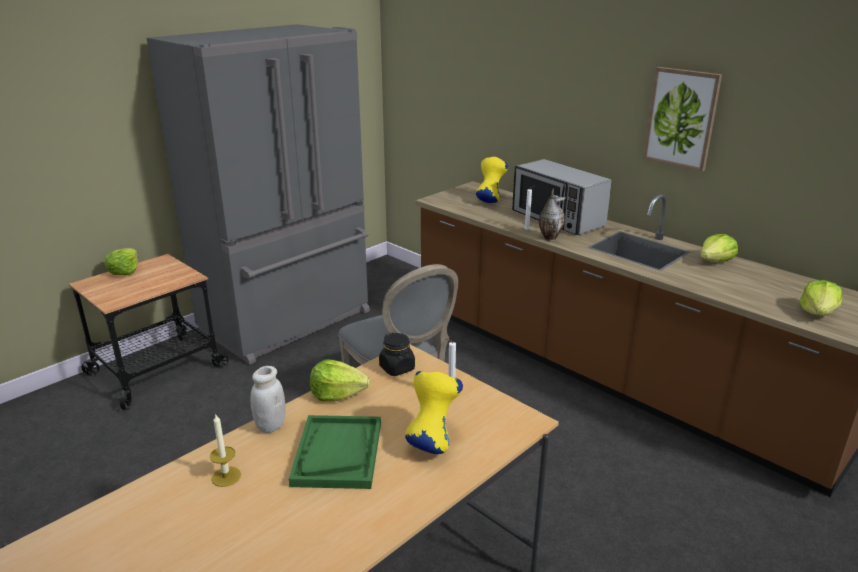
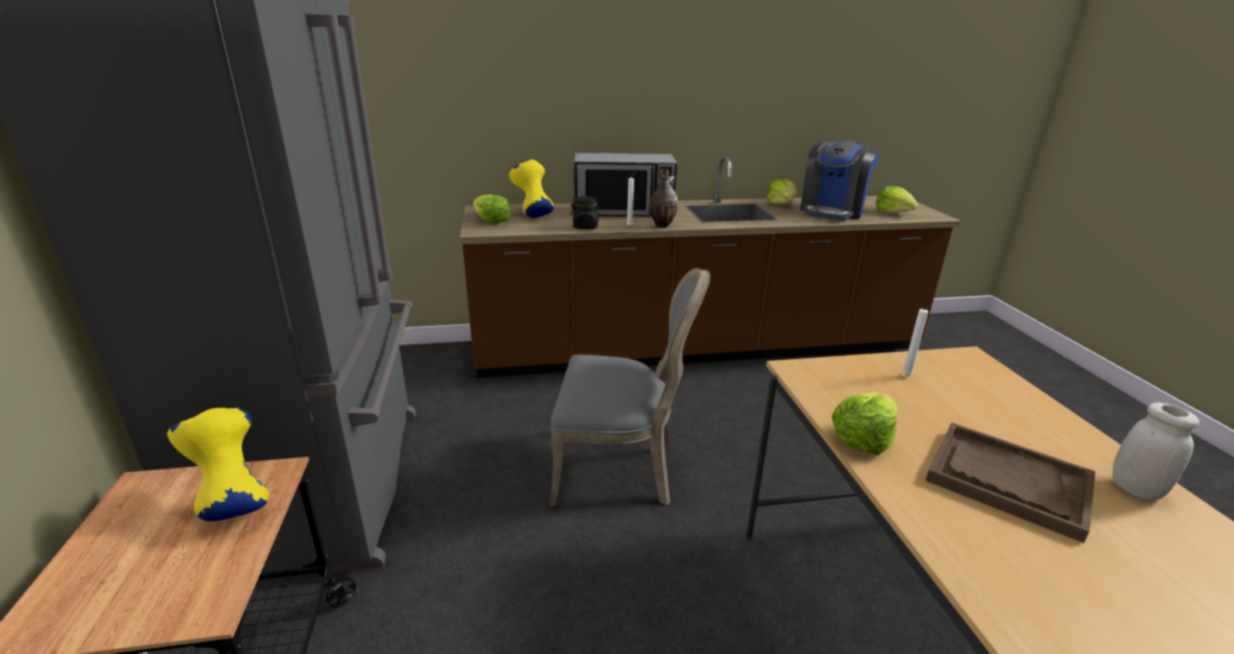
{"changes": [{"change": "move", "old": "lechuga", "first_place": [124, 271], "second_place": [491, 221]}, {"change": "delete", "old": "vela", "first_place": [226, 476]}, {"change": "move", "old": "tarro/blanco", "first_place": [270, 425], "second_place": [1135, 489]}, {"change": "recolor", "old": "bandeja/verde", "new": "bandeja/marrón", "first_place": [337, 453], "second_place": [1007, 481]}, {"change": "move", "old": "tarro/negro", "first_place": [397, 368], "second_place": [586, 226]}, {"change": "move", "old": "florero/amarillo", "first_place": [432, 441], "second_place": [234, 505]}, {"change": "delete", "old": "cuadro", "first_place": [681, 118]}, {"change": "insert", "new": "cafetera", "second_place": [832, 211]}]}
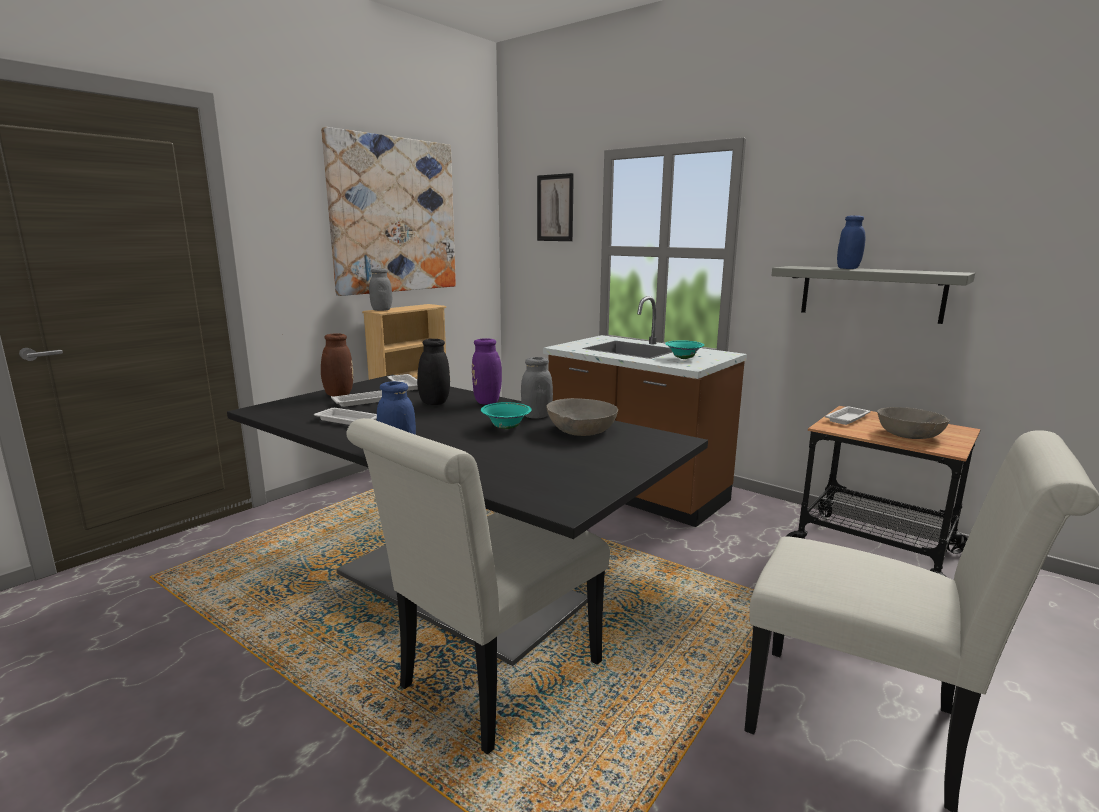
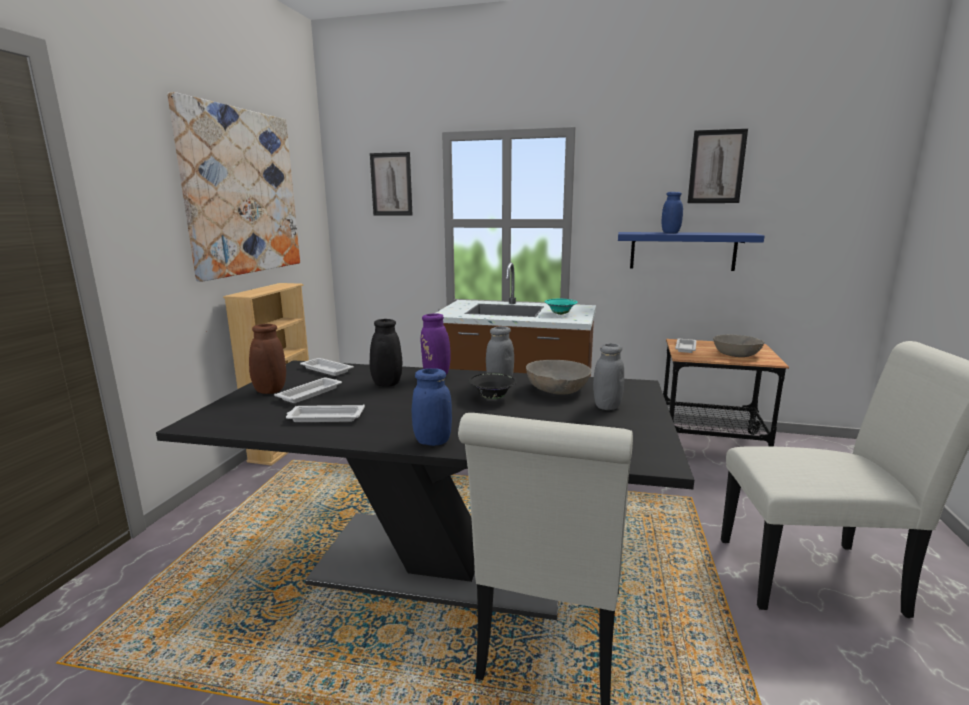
{"changes": [{"change": "move", "old": "tarro/gris", "first_place": [381, 310], "second_place": [607, 406]}, {"change": "recolor", "old": "cuenco/turquesa", "new": "cuenco/negro", "first_place": [506, 428], "second_place": [492, 397]}, {"change": "recolor", "old": "estante/gris", "new": "estante/azul", "first_place": [871, 293], "second_place": [682, 251]}, {"change": "insert", "new": "cuadro", "second_place": [716, 167]}]}
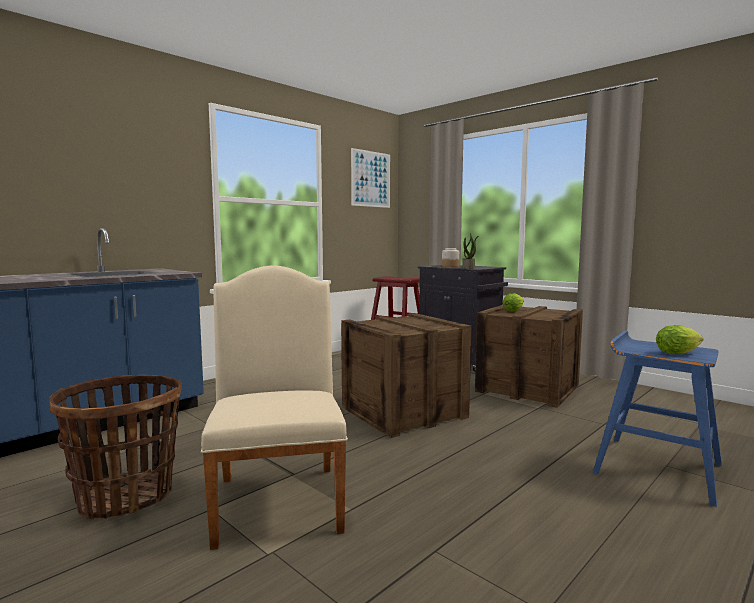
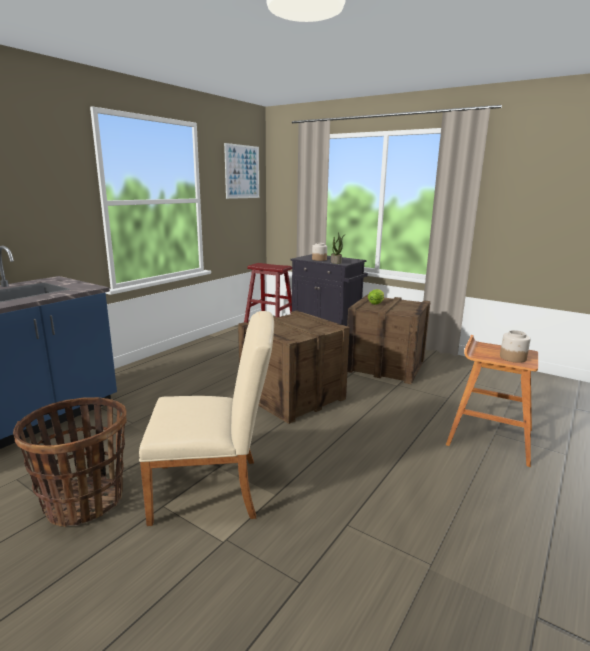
{"changes": [{"change": "rotate", "old": "silla/beis", "first_place": [279, 497], "second_place": [215, 489], "degrees": 105}, {"change": "recolor", "old": "taburete/azul", "new": "taburete/marrón", "first_place": [656, 468], "second_place": [488, 436]}, {"change": "replace", "old": "lechuga", "new": "tarro", "first_place": [679, 353], "second_place": [512, 358]}]}
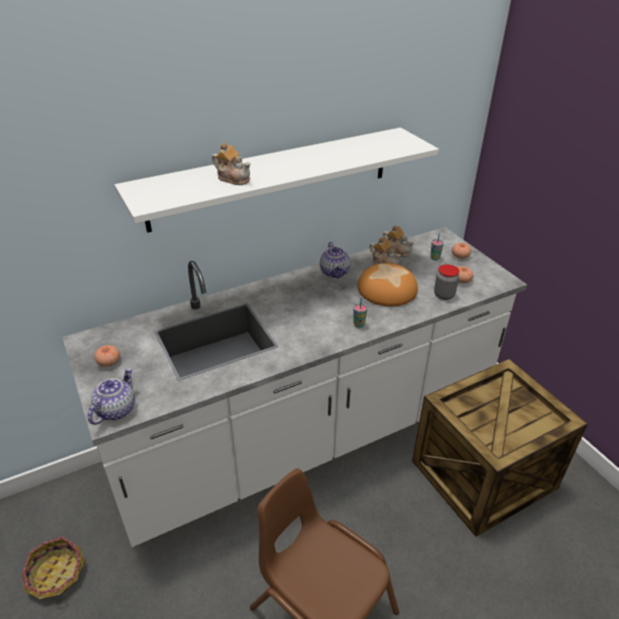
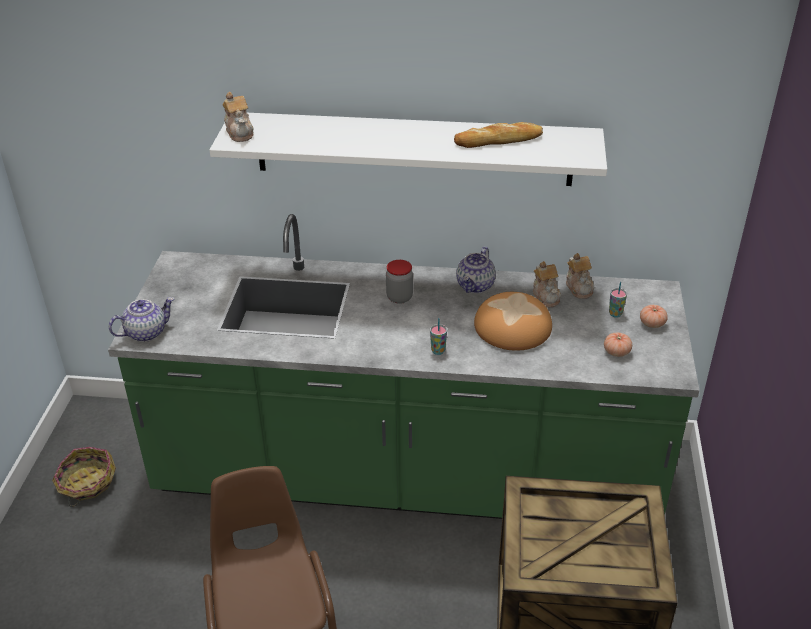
{"changes": [{"change": "recolor", "old": "mueble bajo de cocina/blanco", "new": "mueble bajo de cocina/verde", "first_place": [308, 435], "second_place": [407, 477]}, {"change": "delete", "old": "tomate", "first_place": [109, 362]}, {"change": "move", "old": "tetera", "first_place": [233, 178], "second_place": [240, 132]}, {"change": "move", "old": "tarro", "first_place": [444, 295], "second_place": [399, 297]}, {"change": "insert", "new": "pan", "second_place": [499, 140]}]}
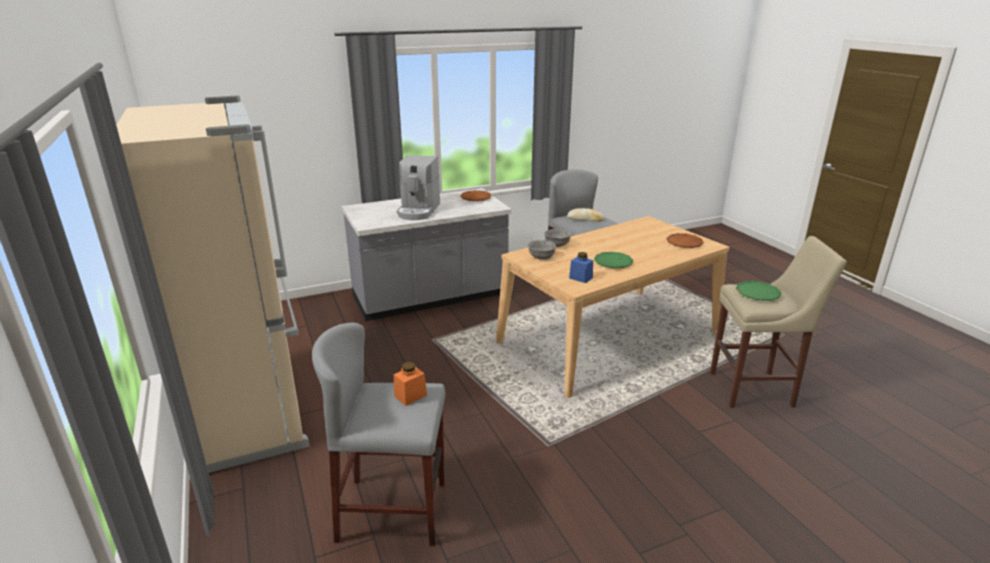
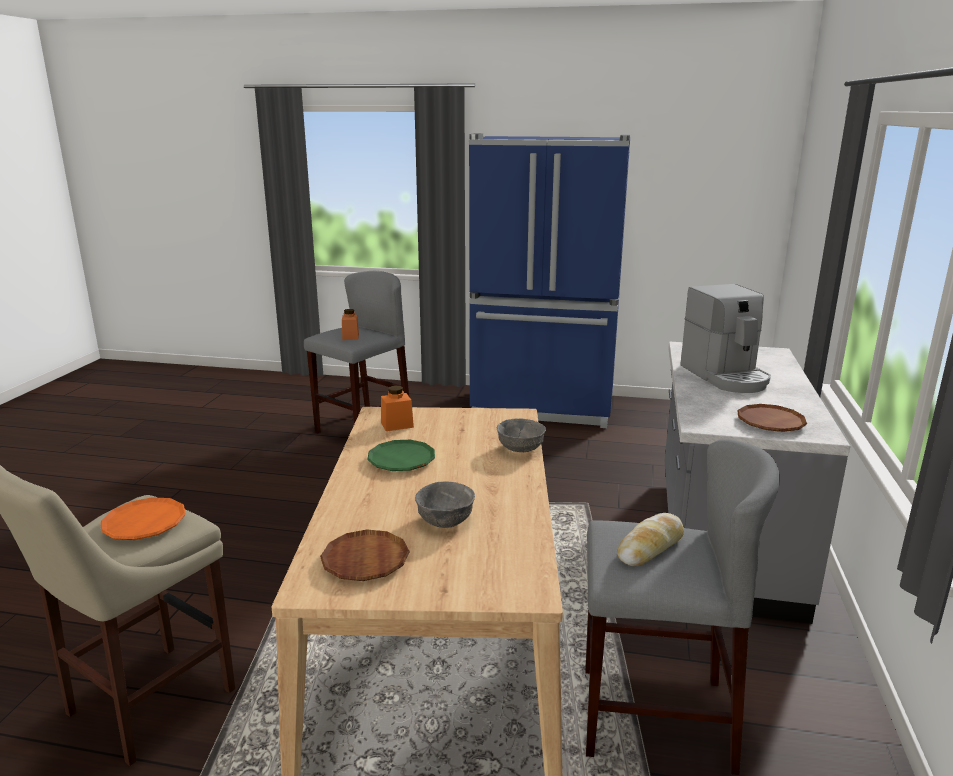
{"changes": [{"change": "recolor", "old": "nevera/beis", "new": "nevera/azul", "first_place": [252, 413], "second_place": [543, 408]}, {"change": "rotate", "old": "cafetera", "first_place": [418, 211], "second_place": [726, 376], "degrees": -150}, {"change": "move", "old": "cuenco/gris", "first_place": [541, 257], "second_place": [446, 520]}, {"change": "recolor", "old": "tarro/azul", "new": "tarro/naranja", "first_place": [580, 278], "second_place": [397, 425]}, {"change": "recolor", "old": "plato/verde", "new": "plato/naranja", "first_place": [757, 294], "second_place": [144, 524]}]}
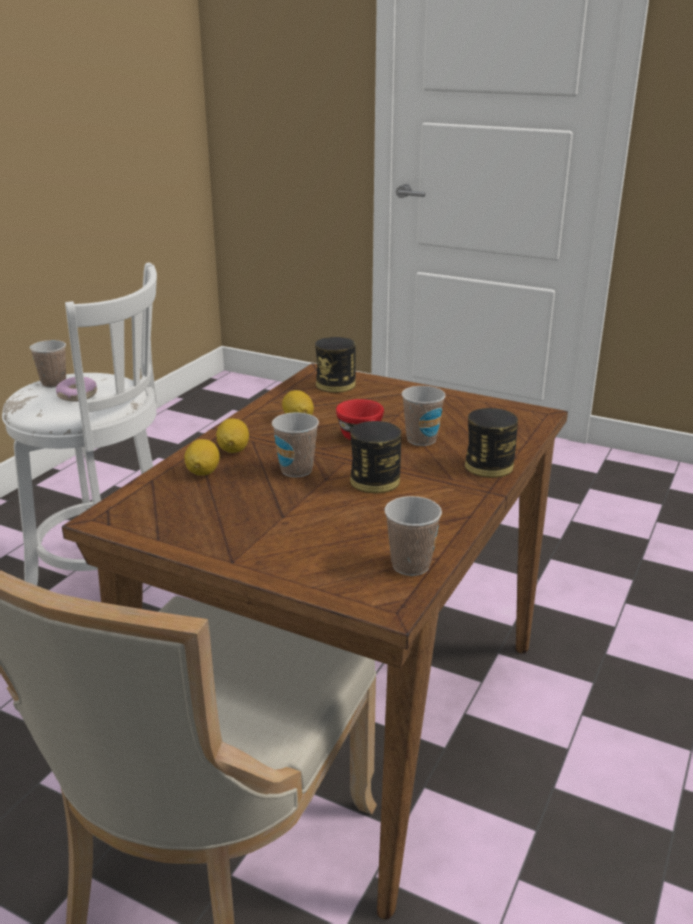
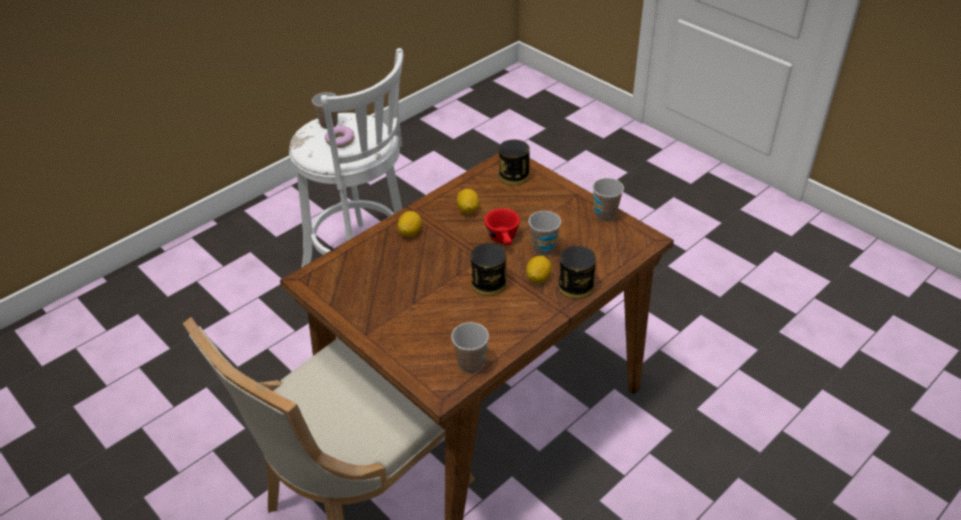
{"changes": [{"change": "move", "old": "limón", "first_place": [203, 472], "second_place": [538, 278]}, {"change": "move", "old": "taza", "first_place": [296, 470], "second_place": [605, 215]}]}
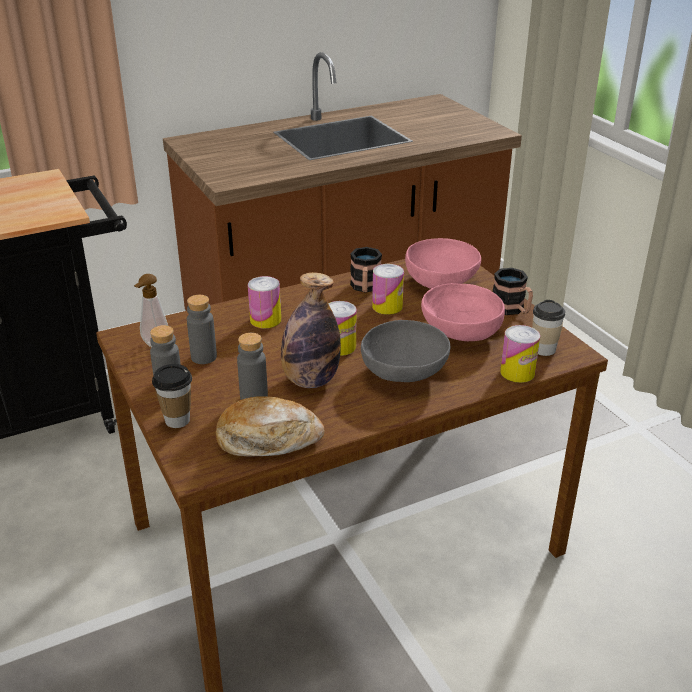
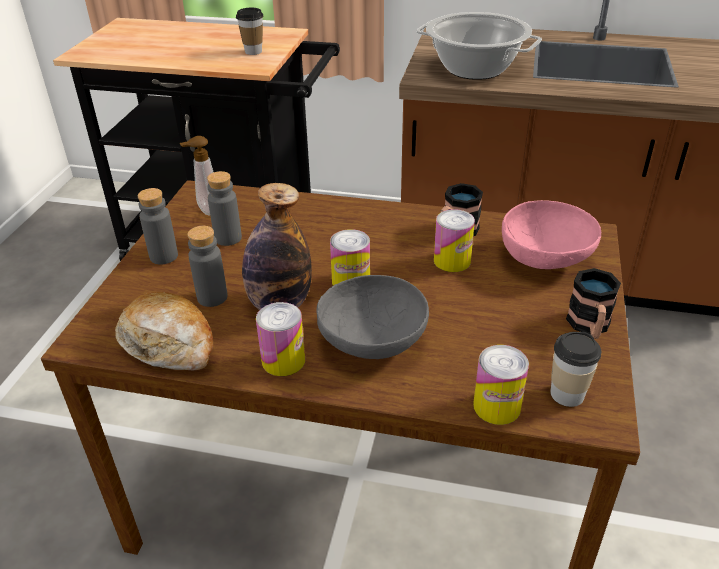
{"changes": [{"change": "move", "old": "taza", "first_place": [177, 420], "second_place": [253, 52]}, {"change": "move", "old": "lata", "first_place": [265, 320], "second_place": [283, 360]}, {"change": "delete", "old": "cuenco/rosa", "first_place": [460, 332]}, {"change": "insert", "new": "olla", "second_place": [474, 69]}]}
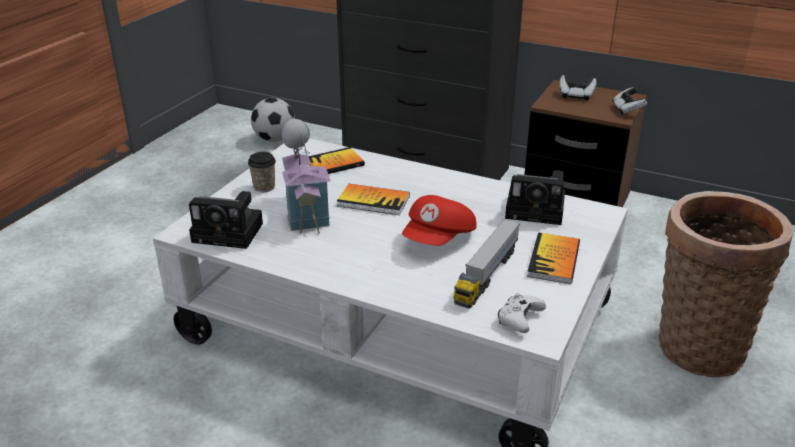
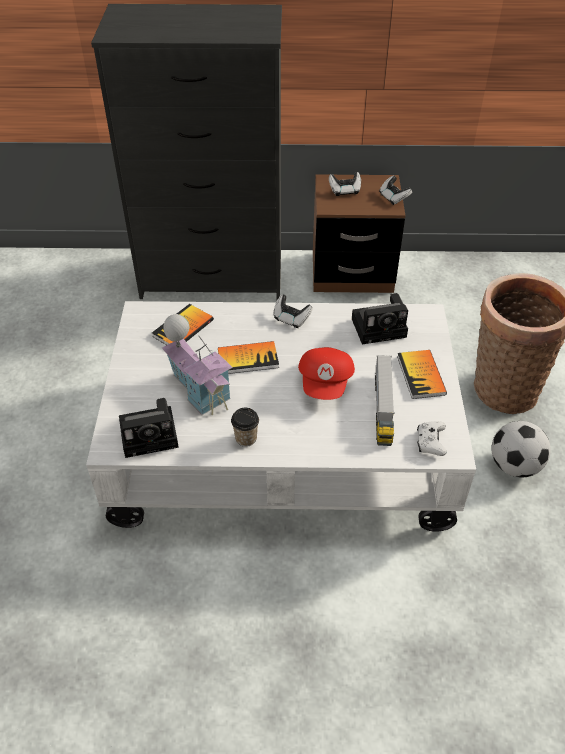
{"changes": [{"change": "move", "old": "taza", "first_place": [264, 187], "second_place": [246, 438]}, {"change": "move", "old": "balón de fútbol", "first_place": [274, 139], "second_place": [514, 465]}, {"change": "insert", "new": "mando de consola", "second_place": [291, 318]}]}
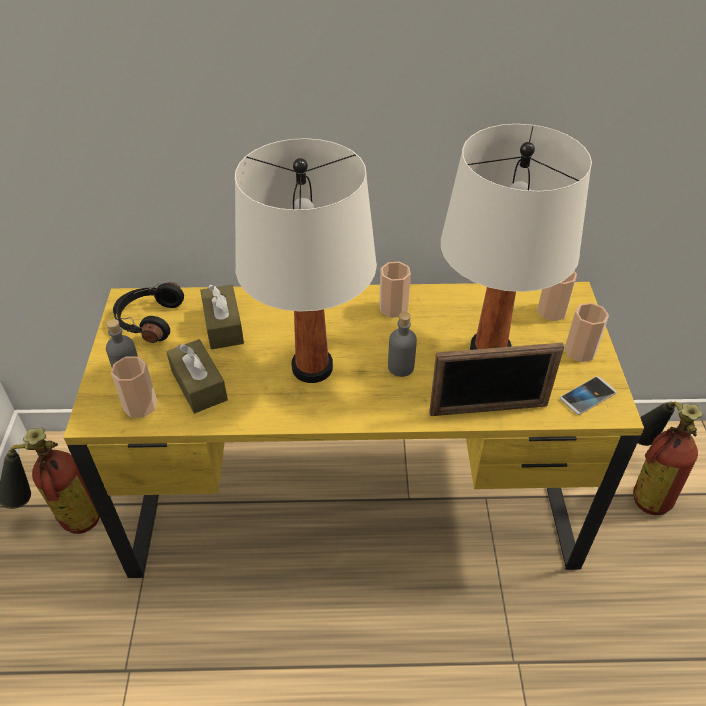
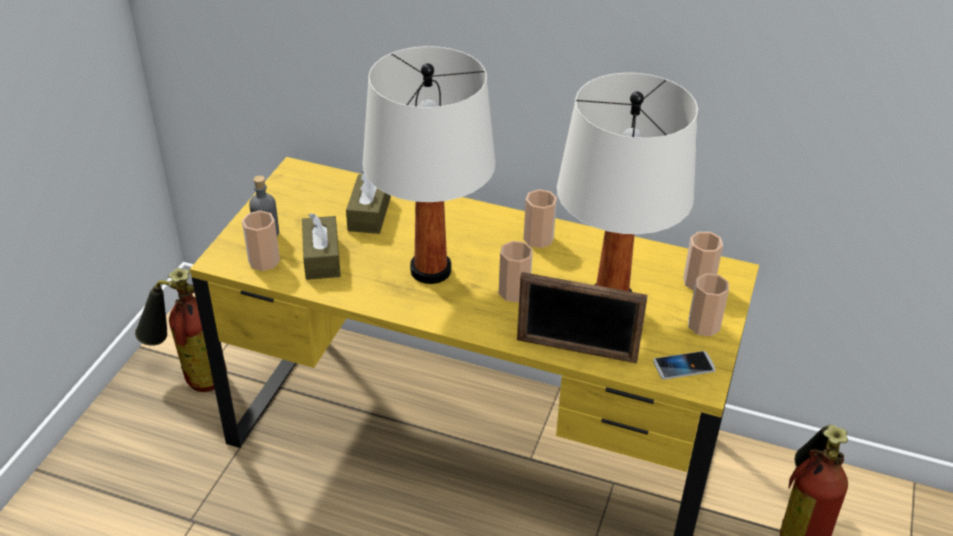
{"changes": [{"change": "delete", "old": "auriculares/negro", "first_place": [149, 320]}, {"change": "replace", "old": "botella/gris", "new": "taza", "first_place": [401, 367], "second_place": [514, 292]}]}
